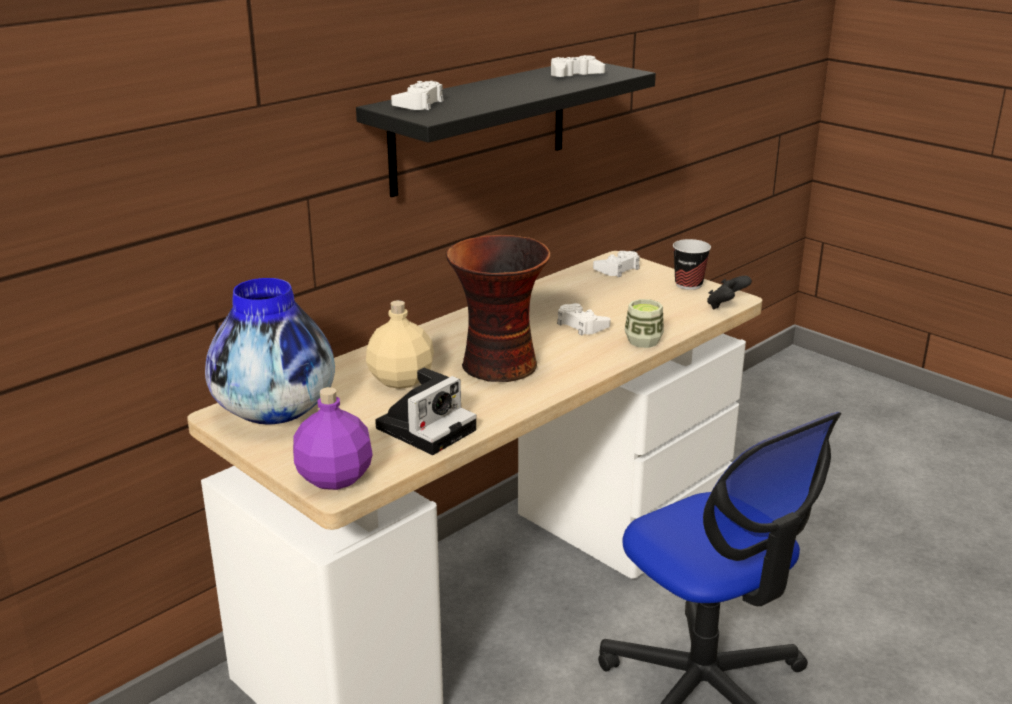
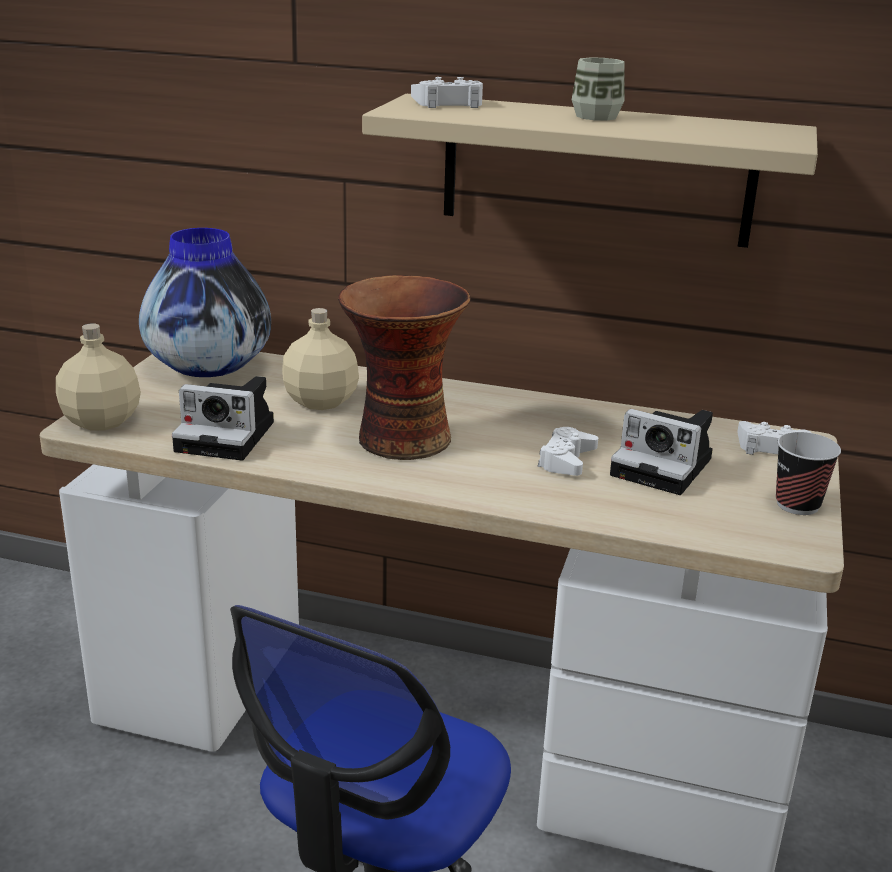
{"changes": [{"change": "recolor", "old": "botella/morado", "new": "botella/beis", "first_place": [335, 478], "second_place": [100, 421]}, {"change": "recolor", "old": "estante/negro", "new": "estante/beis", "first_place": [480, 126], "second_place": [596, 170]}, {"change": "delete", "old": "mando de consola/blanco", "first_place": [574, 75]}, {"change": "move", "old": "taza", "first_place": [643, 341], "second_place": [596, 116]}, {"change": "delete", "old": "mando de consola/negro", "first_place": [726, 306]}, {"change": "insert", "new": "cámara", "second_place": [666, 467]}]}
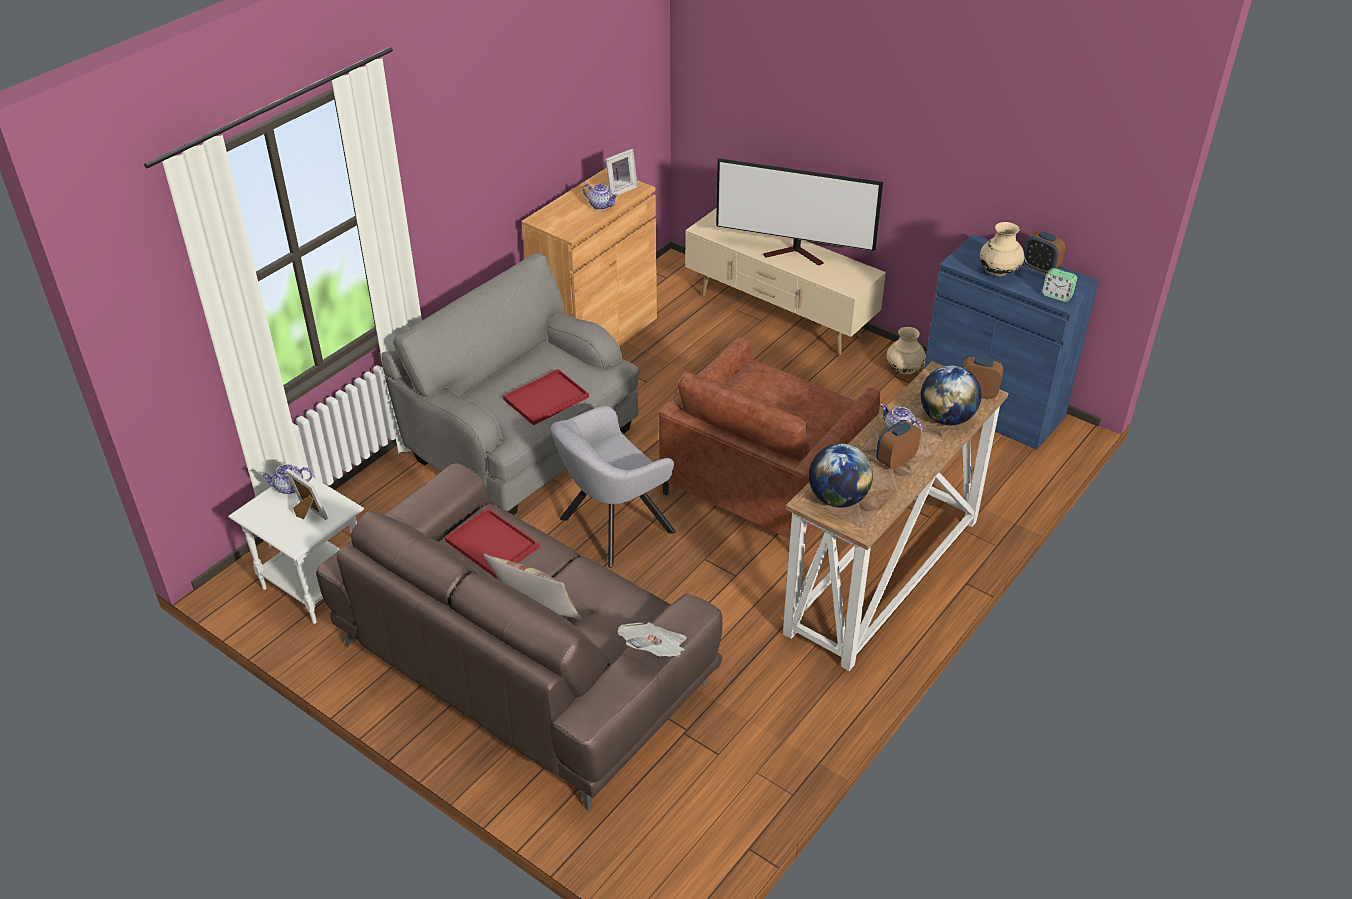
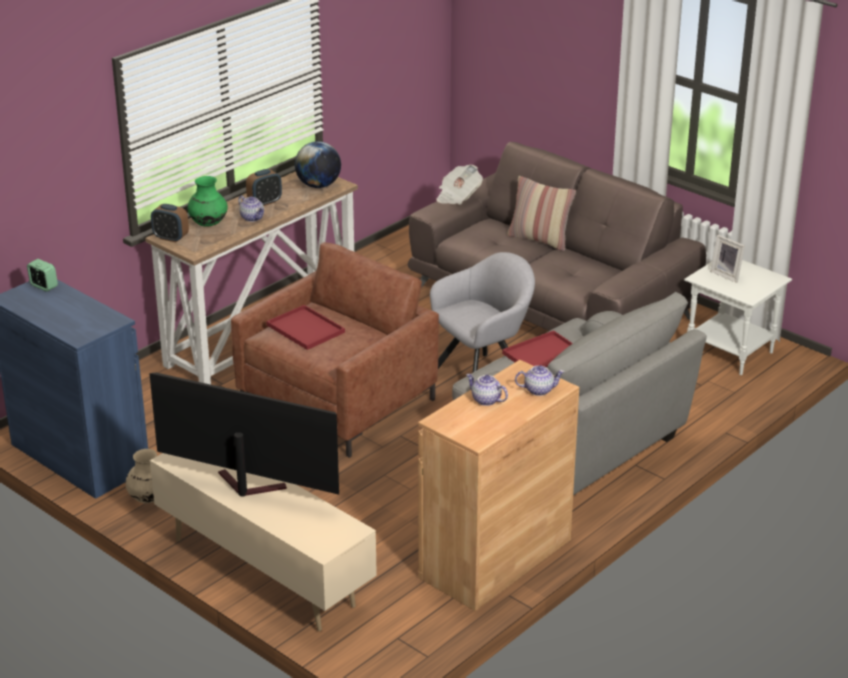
{"changes": [{"change": "move", "old": "tetera", "first_place": [289, 487], "second_place": [539, 390]}, {"change": "move", "old": "bandeja/rojo", "first_place": [490, 544], "second_place": [307, 329]}, {"change": "delete", "old": "portarretratos", "first_place": [620, 189]}, {"change": "replace", "old": "globo terráqueo", "new": "florero/verde", "first_place": [946, 418], "second_place": [208, 224]}, {"change": "delete", "old": "florero/beis", "first_place": [998, 272]}, {"change": "delete", "old": "despertador", "first_place": [1040, 268]}]}
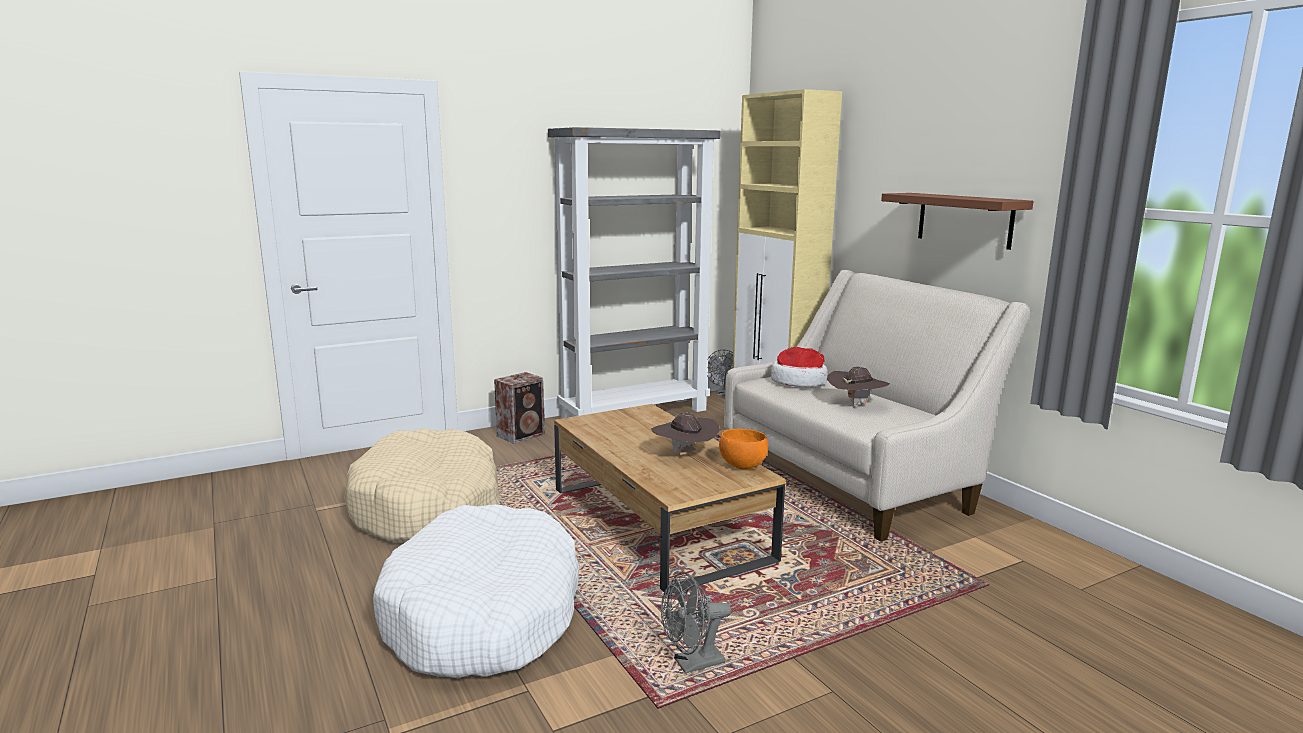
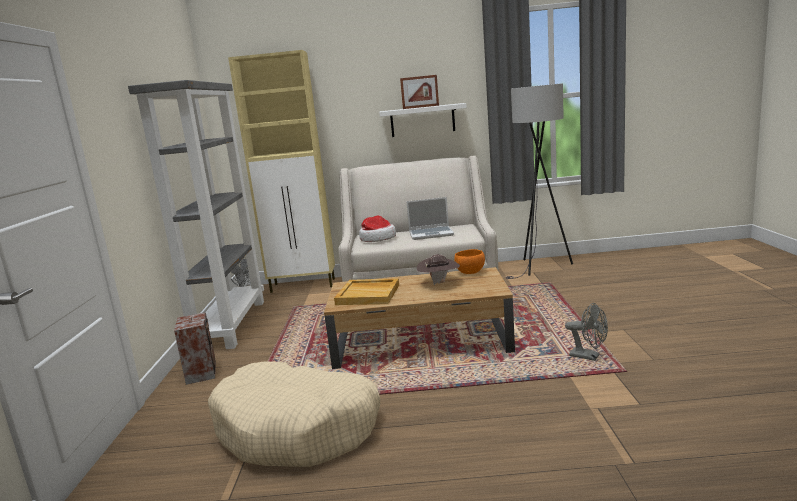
{"changes": [{"change": "delete", "old": "cama para perro/blanco", "first_place": [484, 615]}, {"change": "rotate", "old": "ventilador/gris", "first_place": [692, 664], "second_place": [589, 357], "degrees": -60}, {"change": "replace", "old": "sombrero/marrón", "new": "portátil", "first_place": [856, 405], "second_place": [431, 234]}, {"change": "recolor", "old": "estante/marrón", "new": "estante/blanco", "first_place": [964, 220], "second_place": [422, 120]}, {"change": "insert", "new": "bandeja/beis", "second_place": [368, 294]}, {"change": "insert", "new": "portarretratos", "second_place": [420, 107]}, {"change": "insert", "new": "lámpara de pie/gris", "second_place": [540, 268]}]}
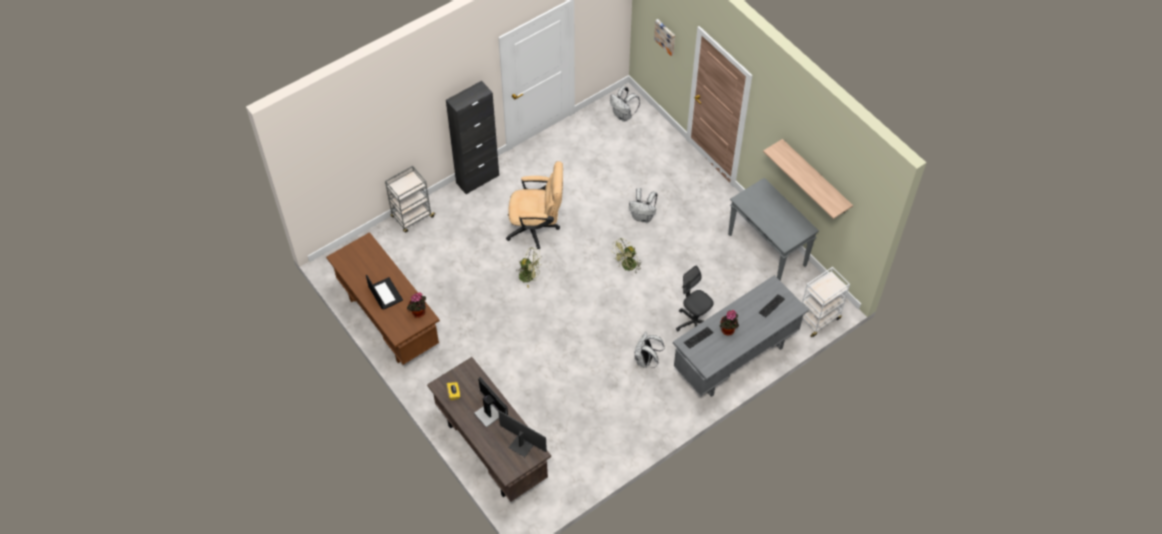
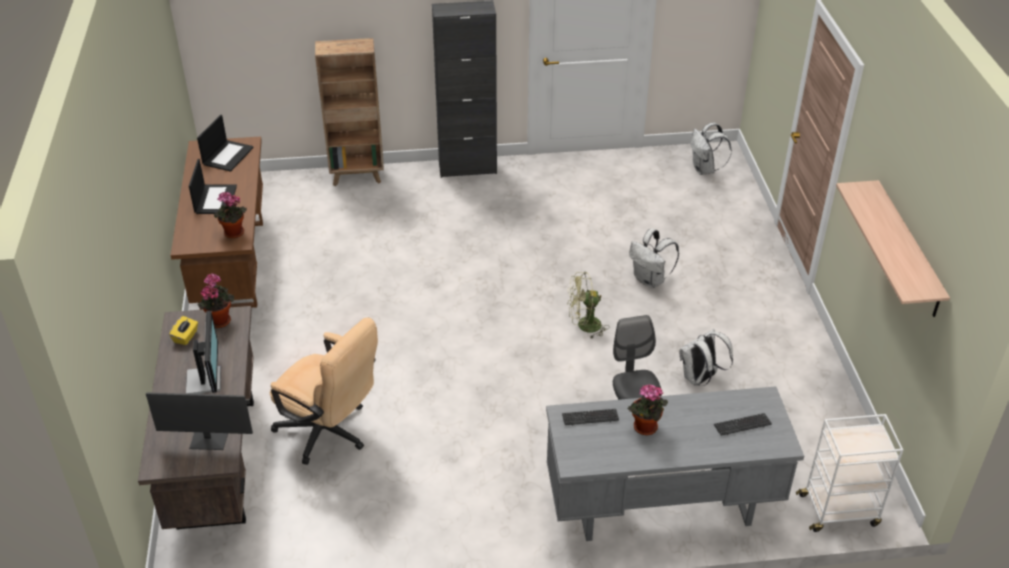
{"changes": [{"change": "replace", "old": "carrito/gris", "new": "estantería/marrón", "first_place": [412, 217], "second_place": [358, 176]}, {"change": "rotate", "old": "monitor", "first_place": [521, 446], "second_place": [209, 440], "degrees": 120}, {"change": "move", "old": "silla de oficina/beis", "first_place": [537, 228], "second_place": [330, 433]}, {"change": "delete", "old": "ventilador/verde", "first_place": [530, 276]}, {"change": "move", "old": "mochila/blanco", "first_place": [645, 360], "second_place": [700, 378]}, {"change": "delete", "old": "cuadro", "first_place": [665, 36]}, {"change": "delete", "old": "mesa consola/gris", "first_place": [767, 250]}, {"change": "insert", "new": "portátil", "second_place": [228, 155]}, {"change": "insert", "new": "planta en maceta", "second_place": [220, 319]}]}
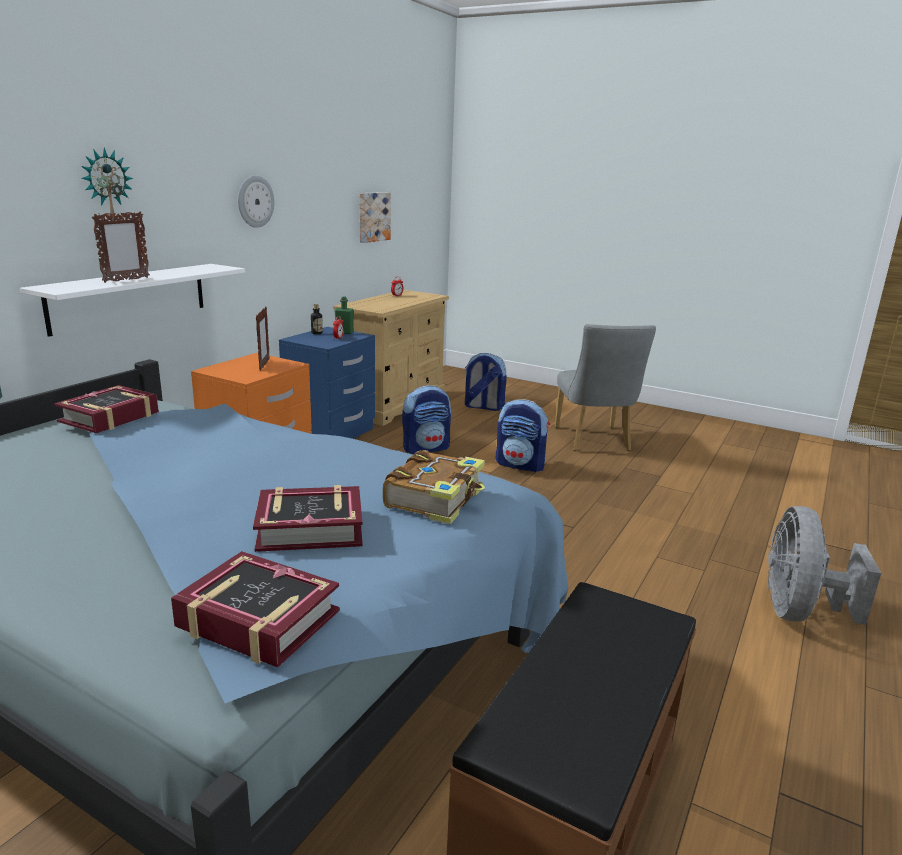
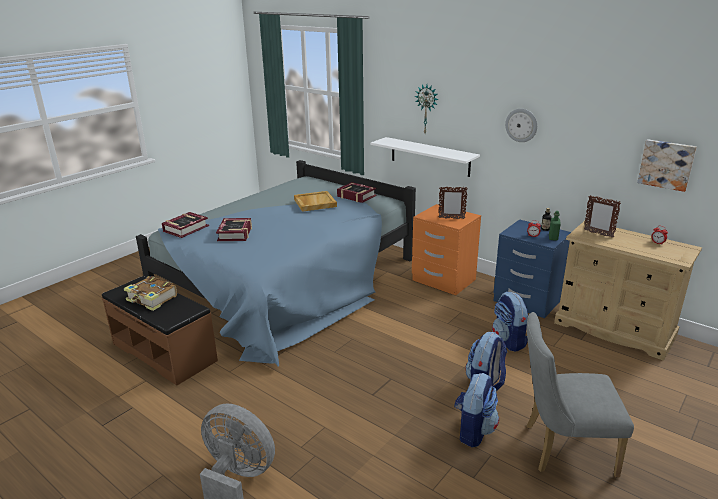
{"changes": [{"change": "move", "old": "portarretratos", "first_place": [126, 280], "second_place": [598, 234]}, {"change": "move", "old": "libro", "first_place": [436, 499], "second_place": [152, 299]}, {"change": "move", "old": "mochila", "first_place": [483, 407], "second_place": [473, 430]}, {"change": "insert", "new": "bandeja/beis", "second_place": [314, 203]}]}
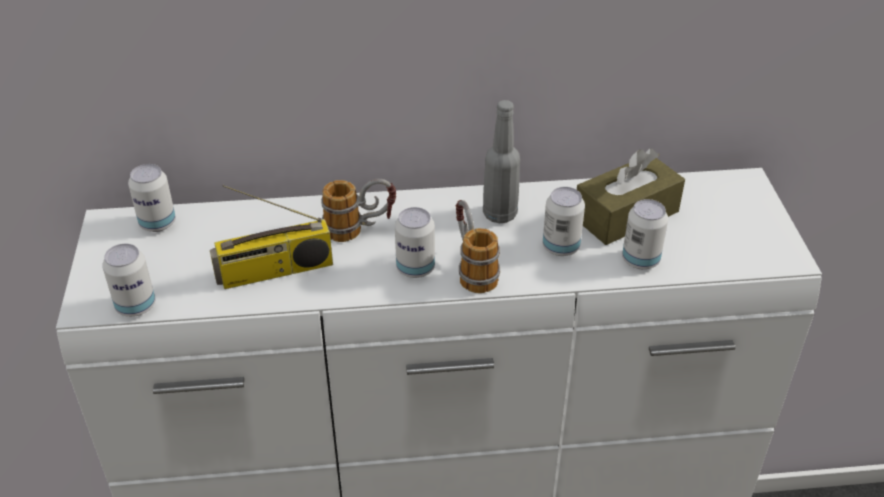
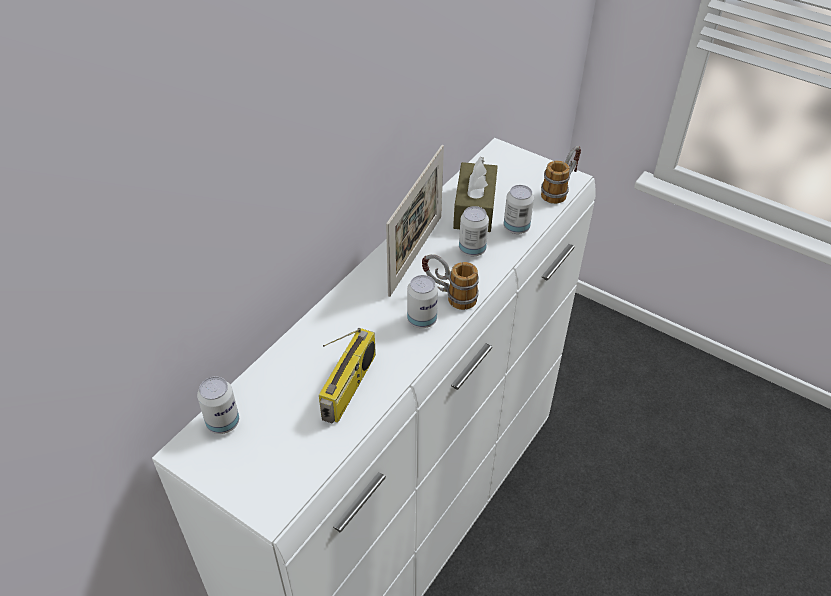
{"changes": [{"change": "delete", "old": "lata", "first_place": [136, 306]}, {"change": "move", "old": "taza grande", "first_place": [360, 230], "second_place": [560, 190]}, {"change": "replace", "old": "botella/gris", "new": "portarretratos", "first_place": [500, 214], "second_place": [415, 254]}]}
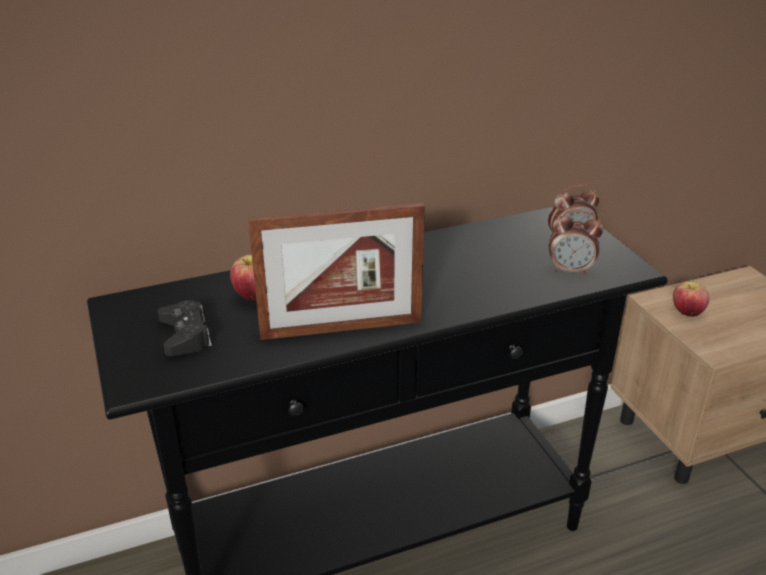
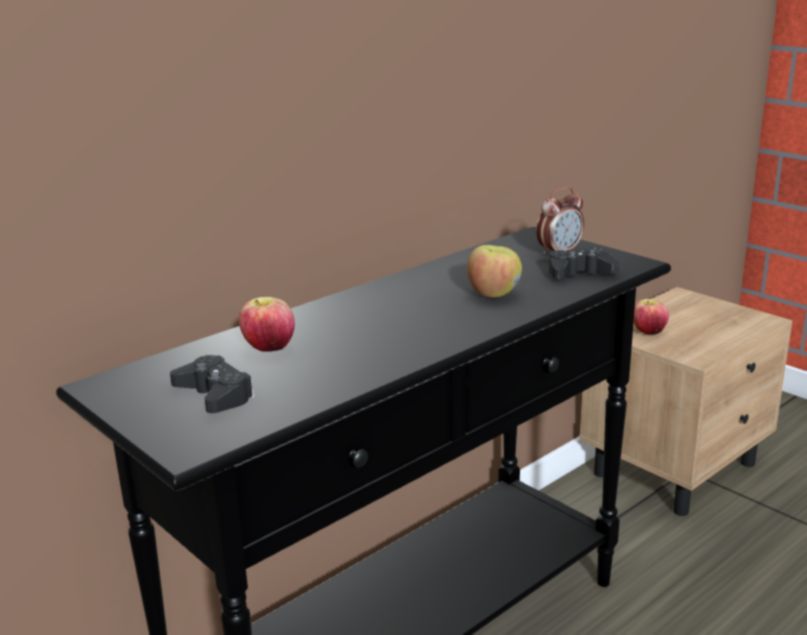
{"changes": [{"change": "delete", "old": "portarretratos", "first_place": [341, 329]}, {"change": "replace", "old": "despertador", "new": "mando de consola/negro", "first_place": [570, 270], "second_place": [579, 272]}, {"change": "insert", "new": "manzana", "second_place": [494, 293]}]}
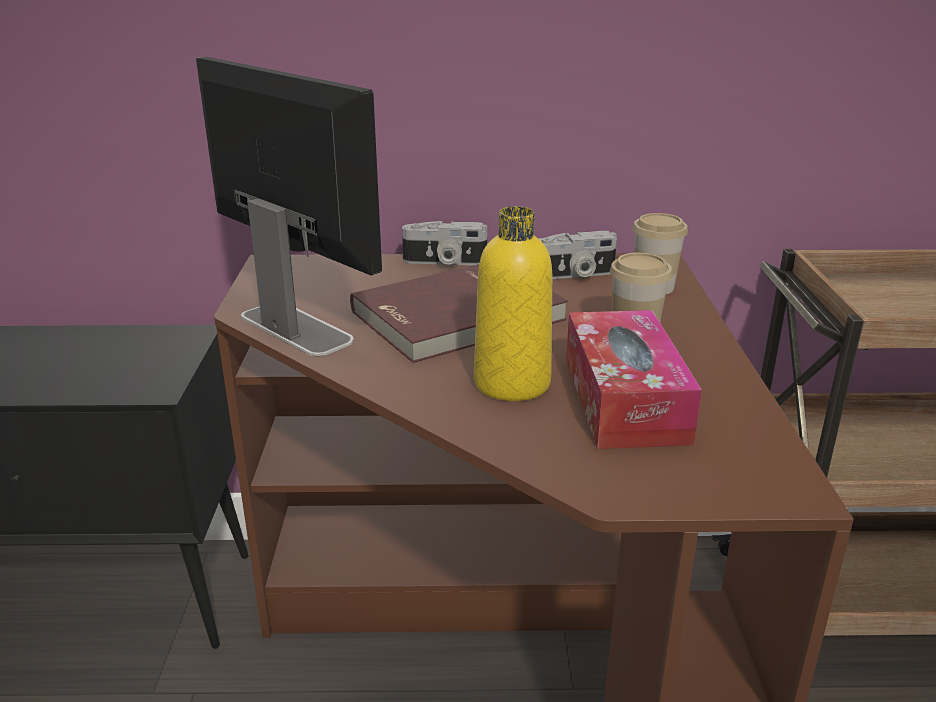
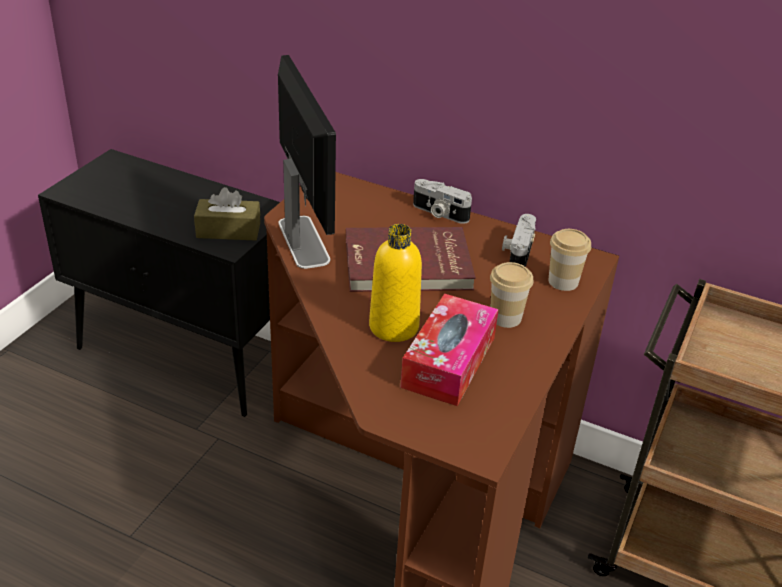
{"changes": [{"change": "rotate", "old": "cámara", "first_place": [573, 275], "second_place": [517, 253], "degrees": 90}, {"change": "insert", "new": "caja de pañuelos/marrón", "second_place": [228, 230]}]}
